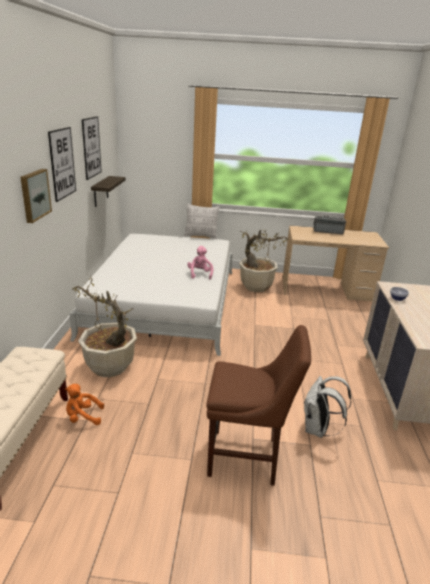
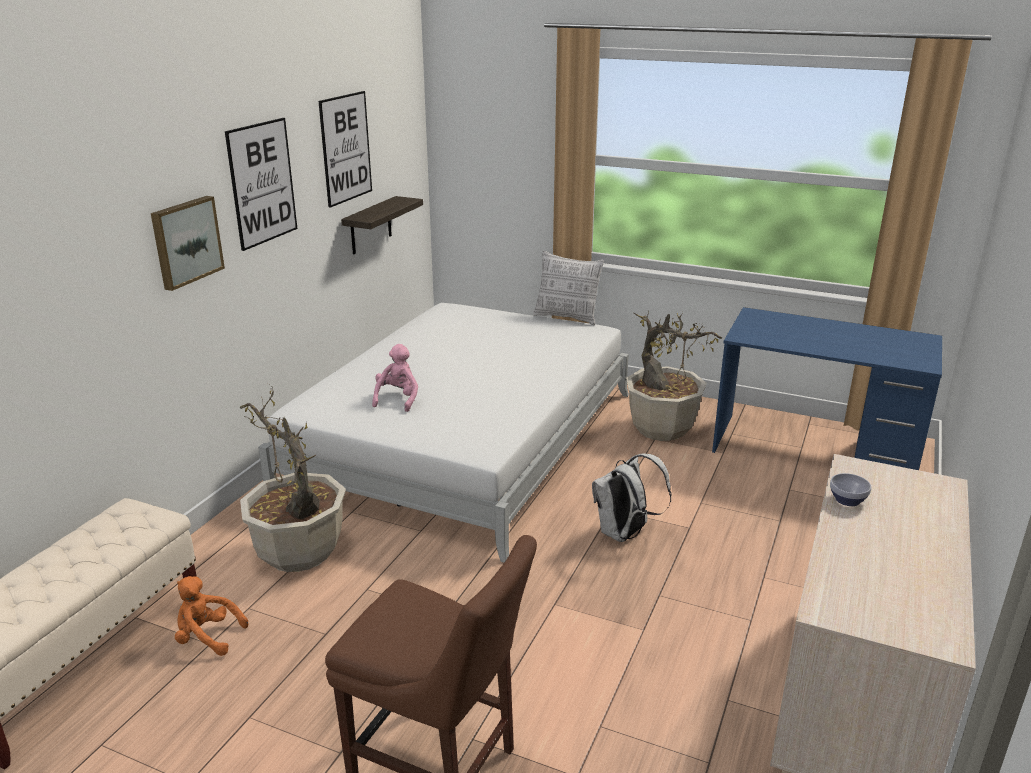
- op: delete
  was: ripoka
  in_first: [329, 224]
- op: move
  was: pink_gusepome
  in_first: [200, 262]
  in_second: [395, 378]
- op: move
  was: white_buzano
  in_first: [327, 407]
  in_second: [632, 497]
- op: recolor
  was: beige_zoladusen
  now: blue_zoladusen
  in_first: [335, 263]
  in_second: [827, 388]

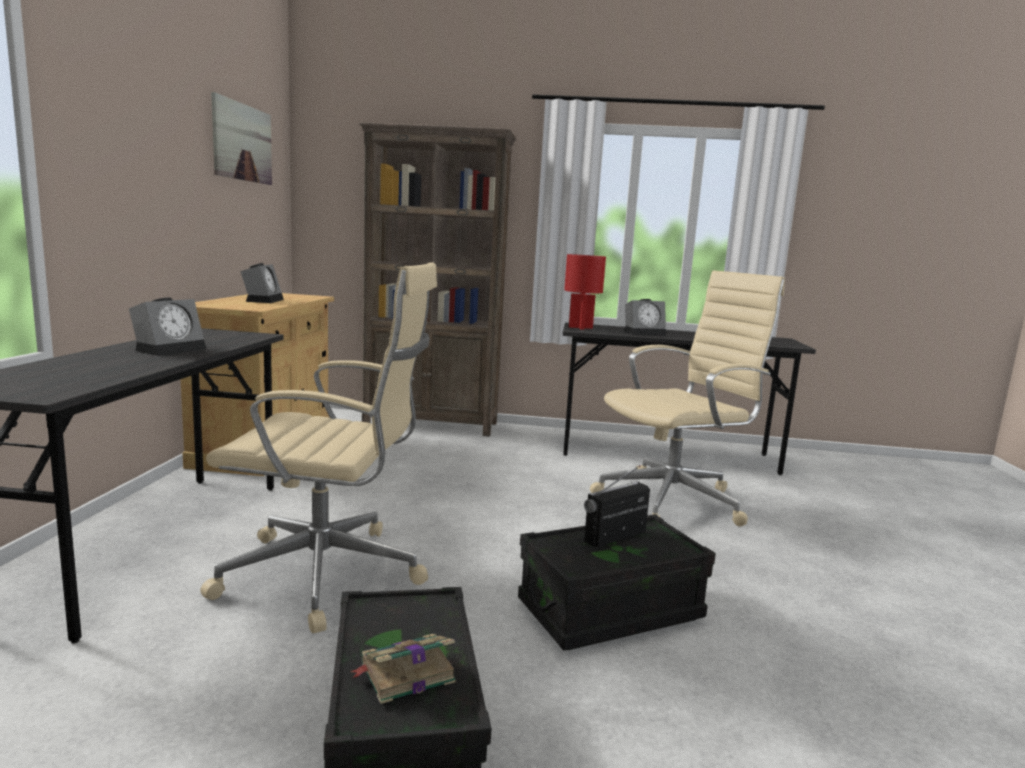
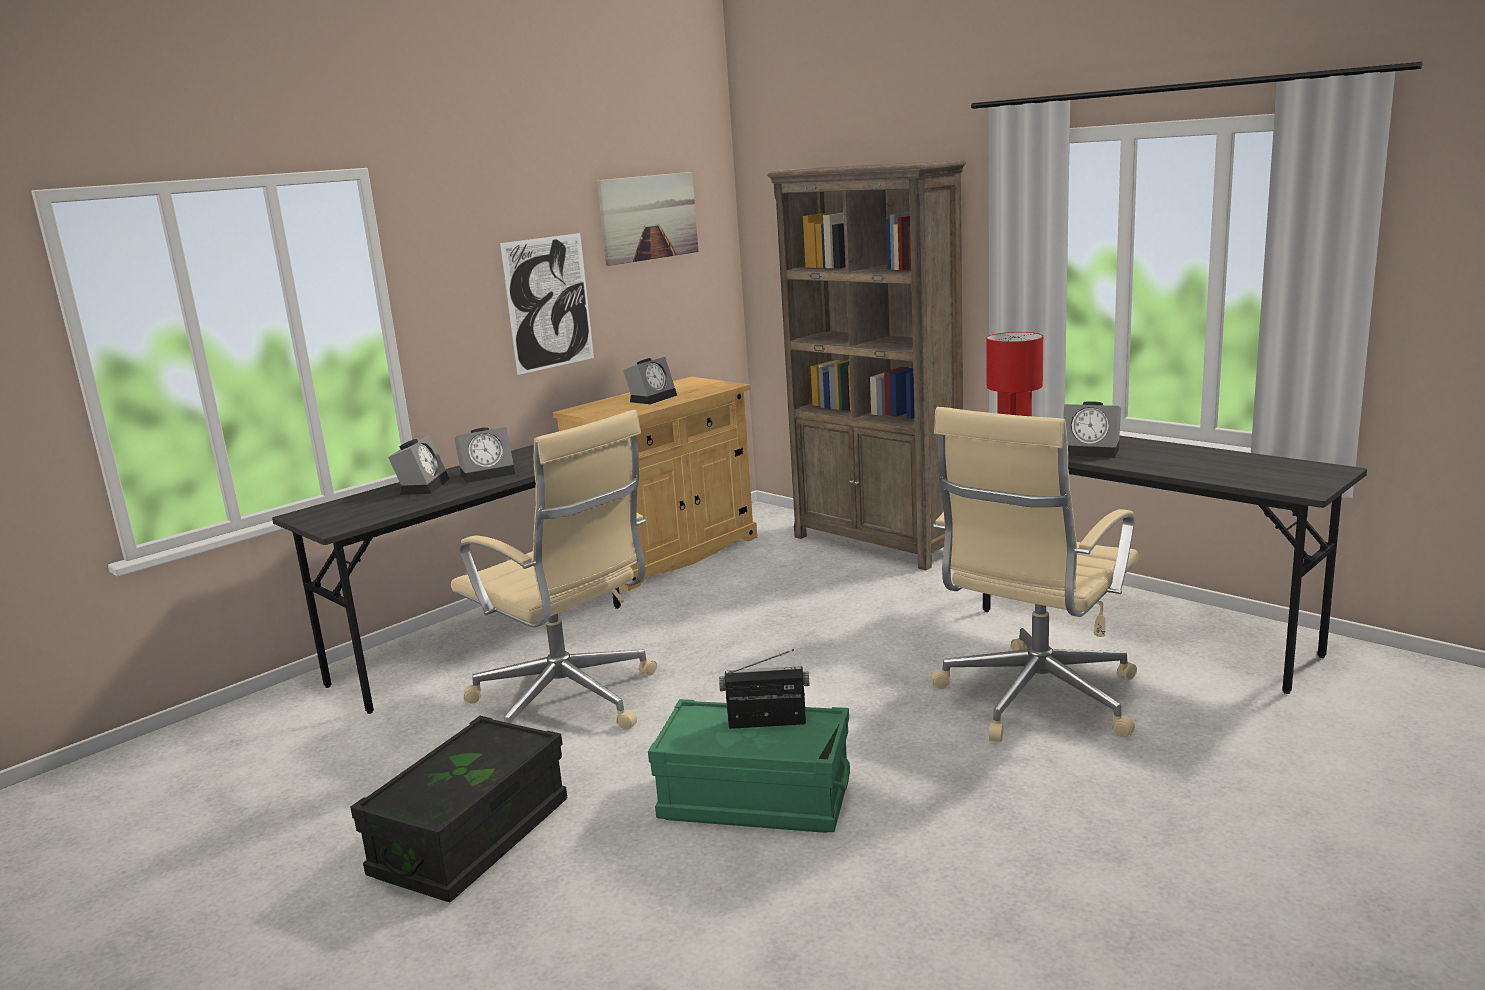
- op: delete
  was: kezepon
  in_first: [403, 669]
- op: insert
  now: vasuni
  in_second: [419, 465]
- op: insert
  now: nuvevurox
  in_second: [547, 304]
- op: recolor
  was: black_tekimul
  now: green_tekimul
  in_first: [617, 582]
  in_second: [749, 766]
- op: rotate
  was: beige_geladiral
  in_first: [687, 398]
  in_second: [1035, 574]
  clockwise: 120

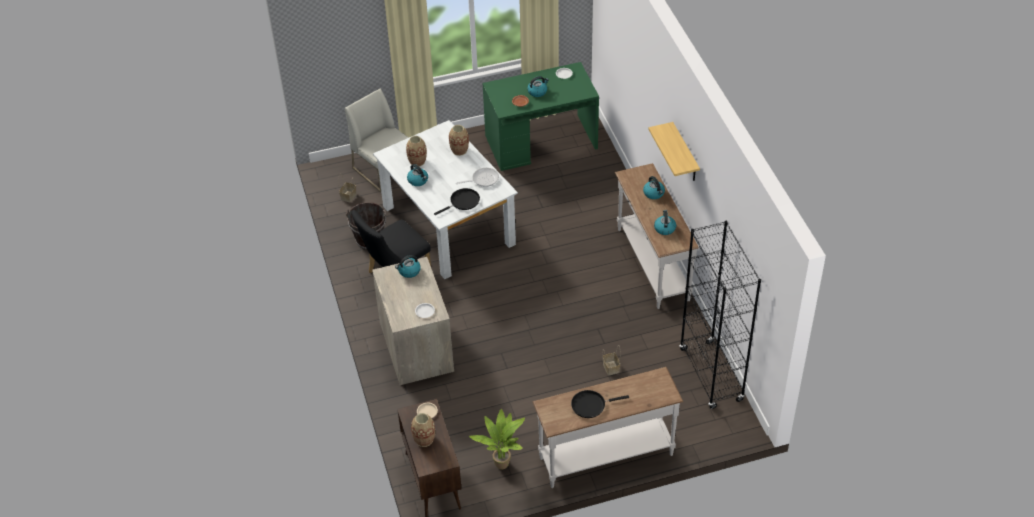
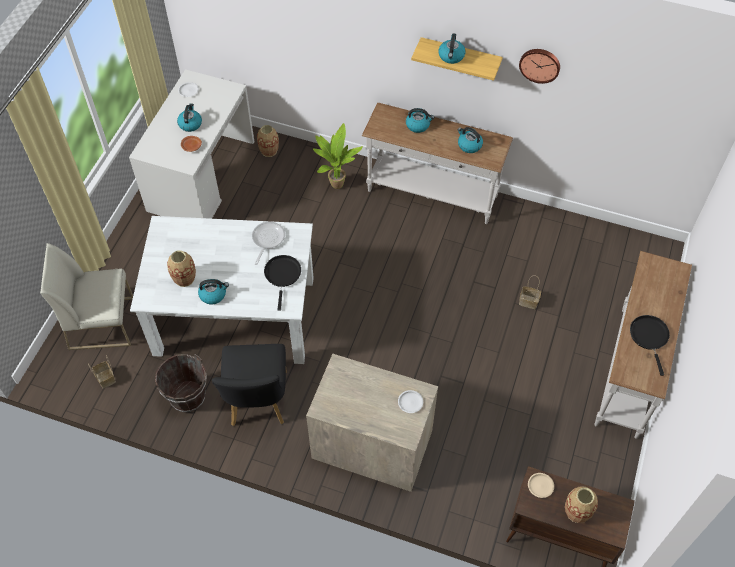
- op: delete
  was: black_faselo
  in_first: [720, 315]
- op: insert
  now: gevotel
  in_second: [539, 66]
- op: move
  was: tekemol
  in_first: [408, 266]
  in_second: [452, 48]
- op: move
  was: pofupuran
  in_first: [459, 140]
  in_second: [268, 141]
- op: move
  was: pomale
  in_first: [497, 439]
  in_second: [338, 156]
- op: recolor
  was: green_zoladusen
  now: white_zoladusen
  in_first: [541, 116]
  in_second: [191, 144]
- op: rotate
  was: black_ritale
  in_first: [600, 404]
  in_second: [650, 345]
  clockwise: 150

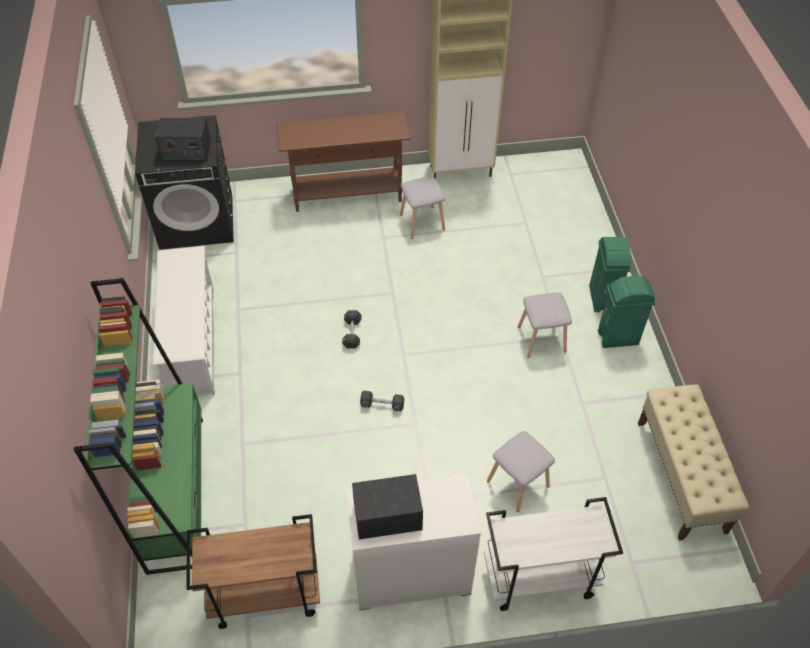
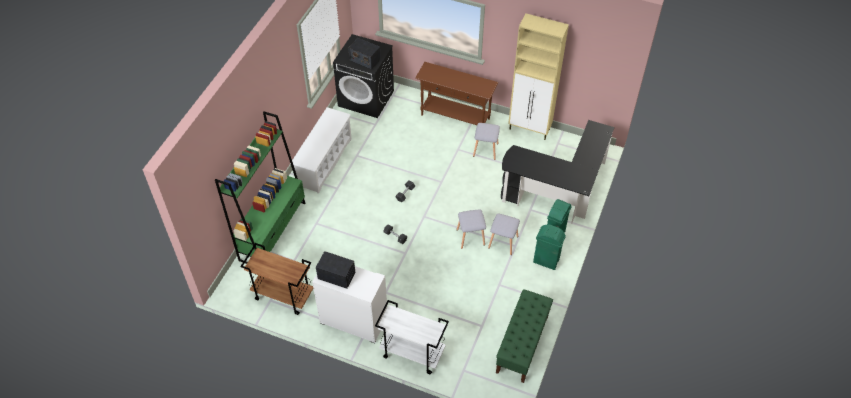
- op: insert
  now: black_zoladusen
  in_second: [558, 171]
- op: move
  was: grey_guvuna
  in_first: [521, 471]
  in_second: [471, 229]
- op: recolor
  was: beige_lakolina
  now: green_lakolina
  in_first: [693, 462]
  in_second: [524, 336]

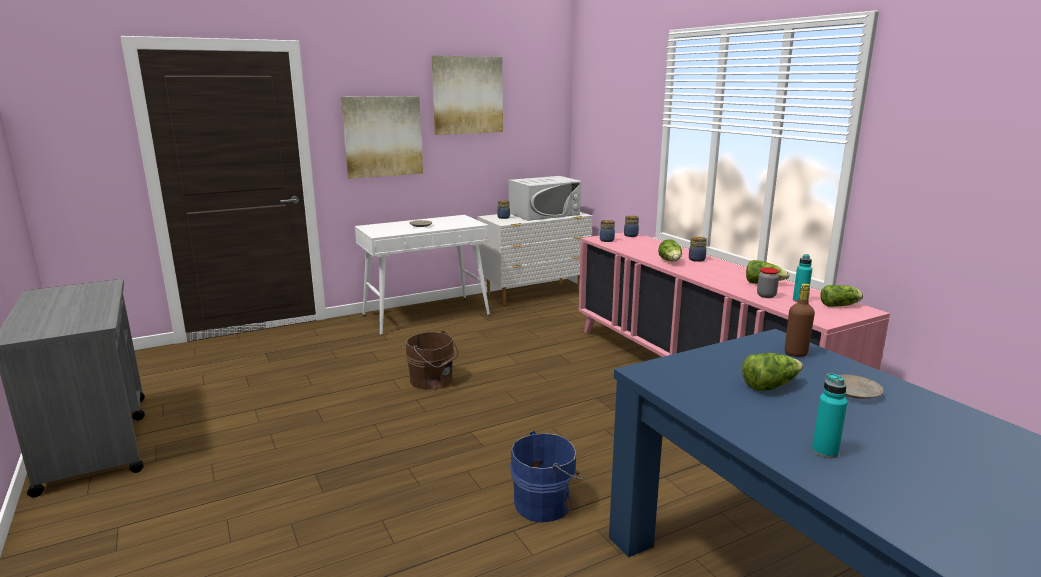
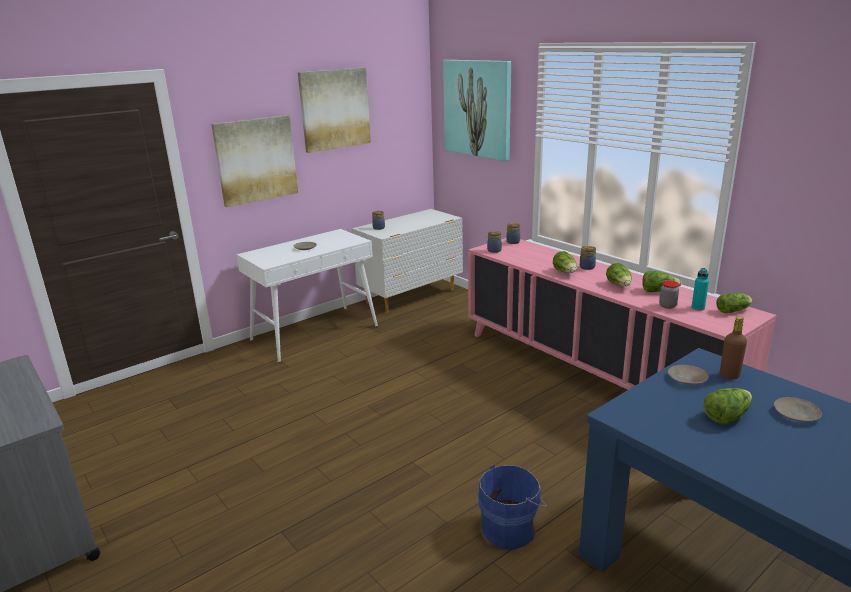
- op: delete
  was: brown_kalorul
  in_first: [432, 360]
- op: delete
  was: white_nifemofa
  in_first: [544, 198]
- op: delete
  was: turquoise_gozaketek
  in_first: [829, 415]
- op: insert
  now: nuvevurox
  in_second: [477, 110]
- op: insert
  now: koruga
  in_second: [619, 274]
- op: insert
  now: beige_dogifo
  in_second: [688, 375]

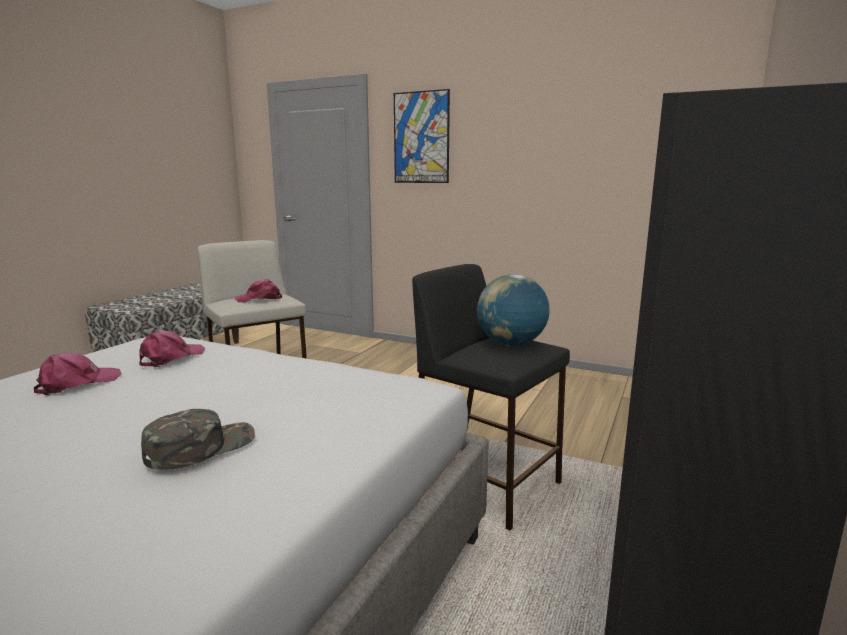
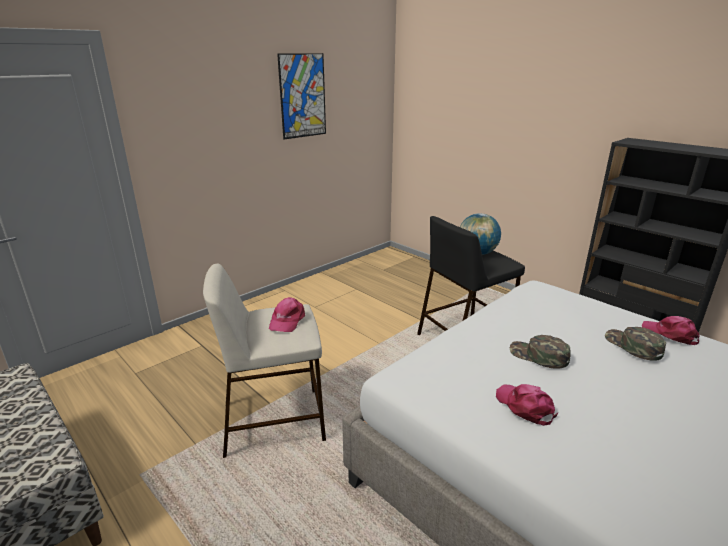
- op: insert
  now: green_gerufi
  in_second: [540, 352]
- op: move
  was: pink_gerufi
  in_first: [172, 349]
  in_second: [671, 330]
- op: move
  was: nuvevurox
  in_first: [422, 136]
  in_second: [301, 96]

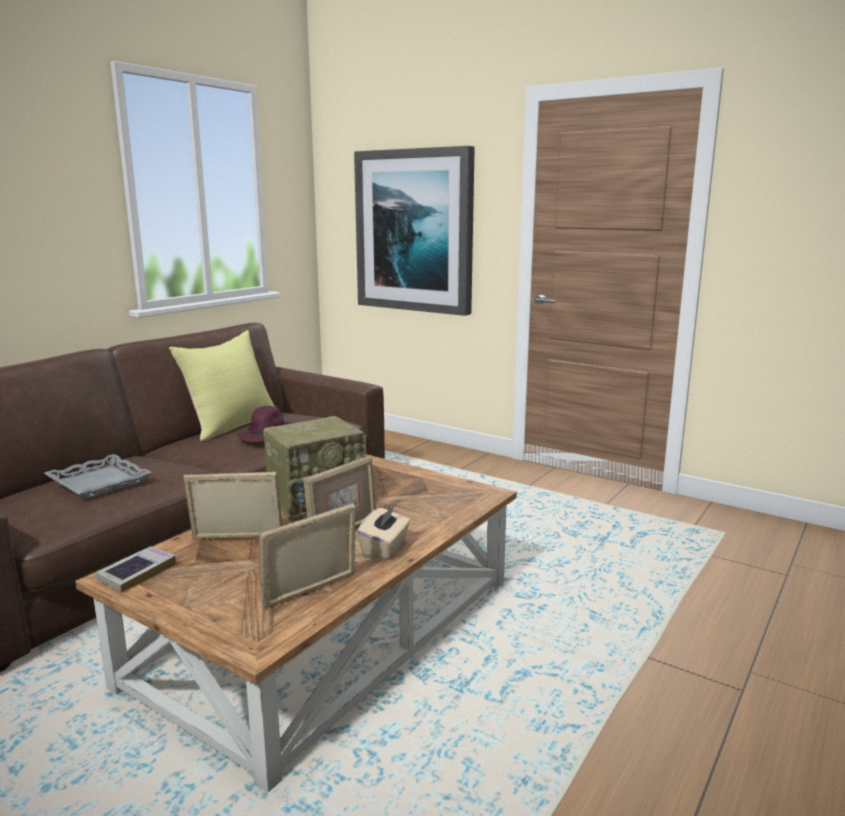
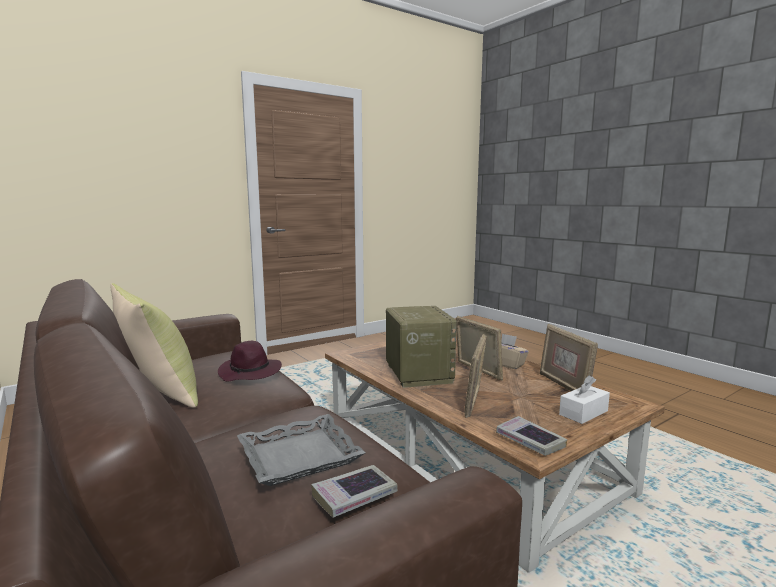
- op: delete
  was: nuvevurox
  in_first: [414, 231]
- op: insert
  now: kezepon
  in_second: [354, 491]
- op: insert
  now: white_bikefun
  in_second: [584, 399]

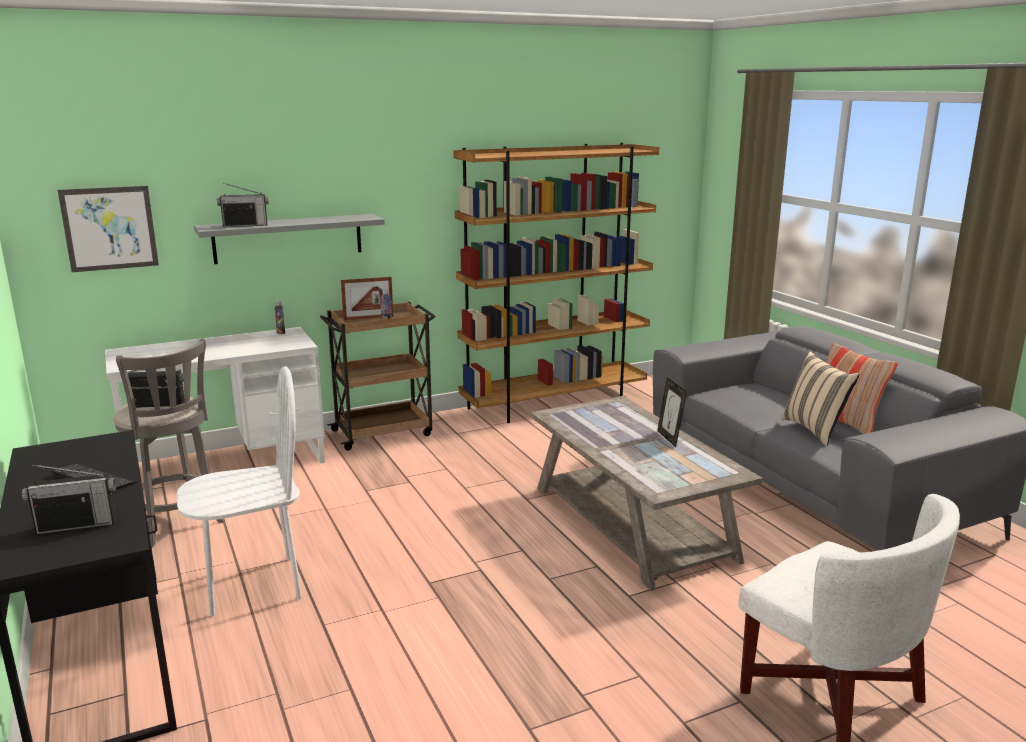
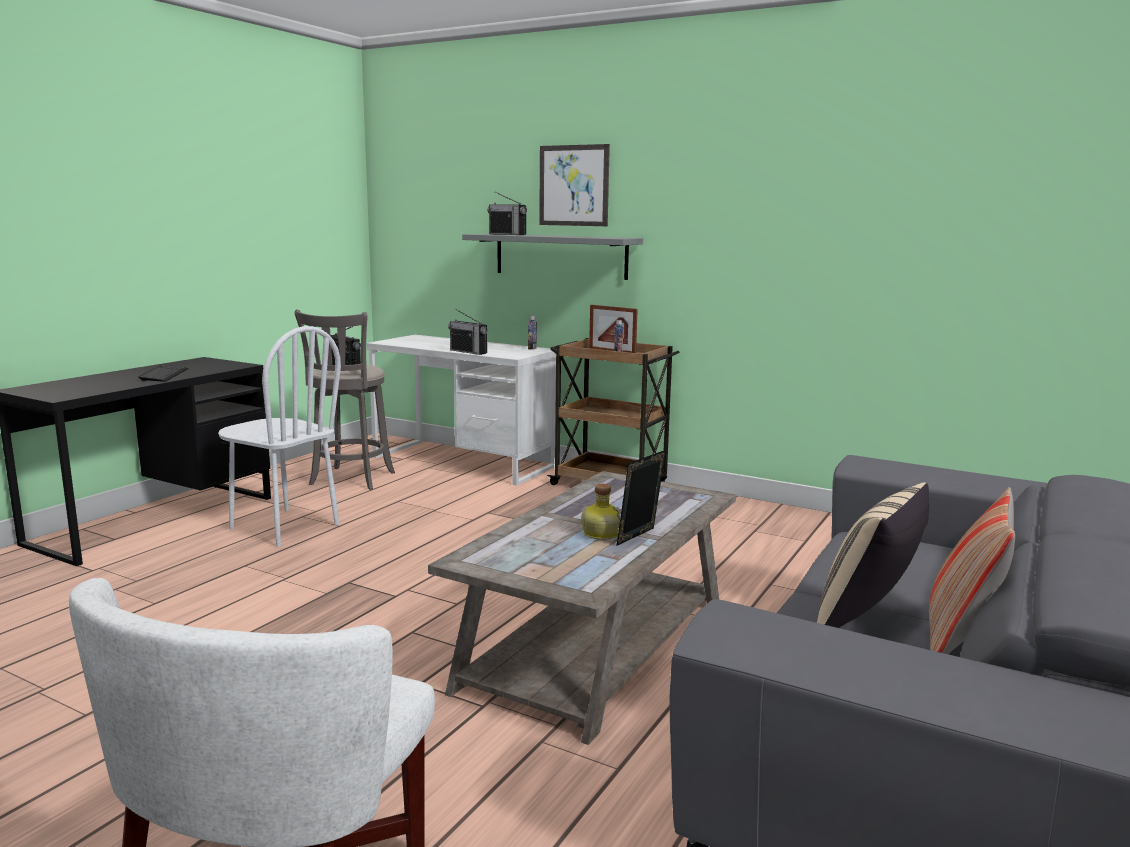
- op: delete
  was: brown_faselo
  in_first: [556, 283]
- op: insert
  now: gozaketek
  in_second: [601, 512]
- op: move
  was: ripoka
  in_first: [69, 500]
  in_second: [468, 332]
- op: move
  was: nuvevurox
  in_first: [108, 229]
  in_second: [574, 185]

